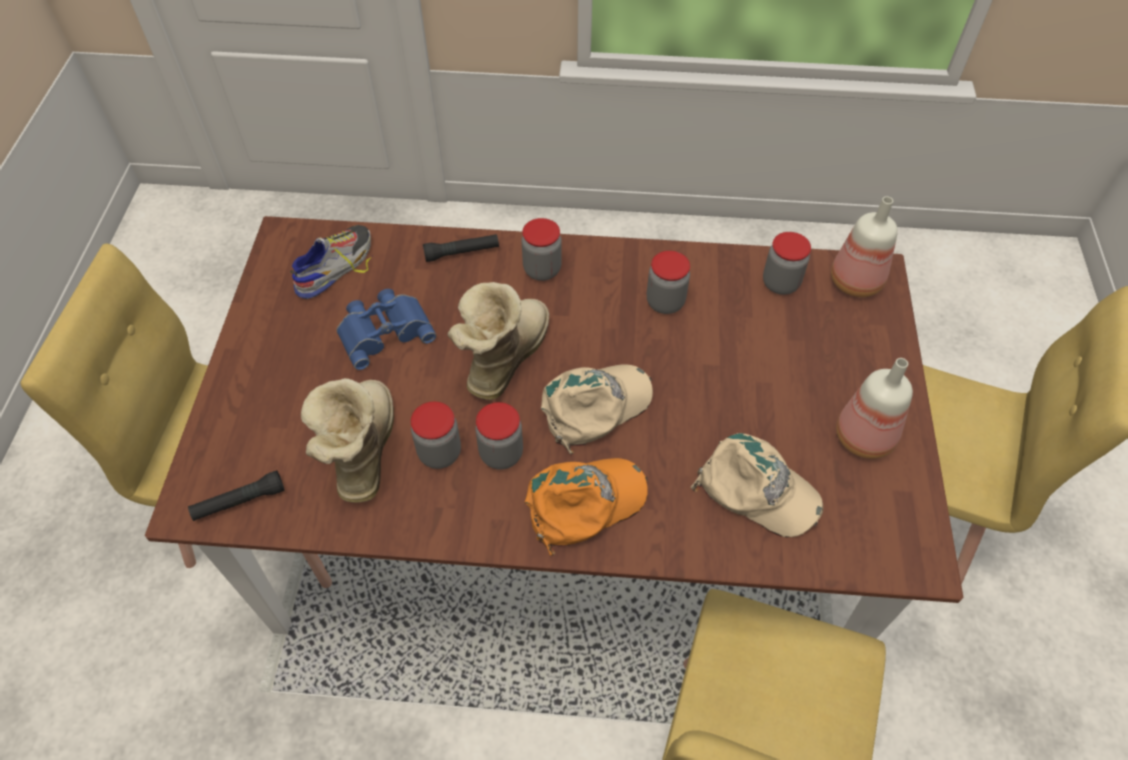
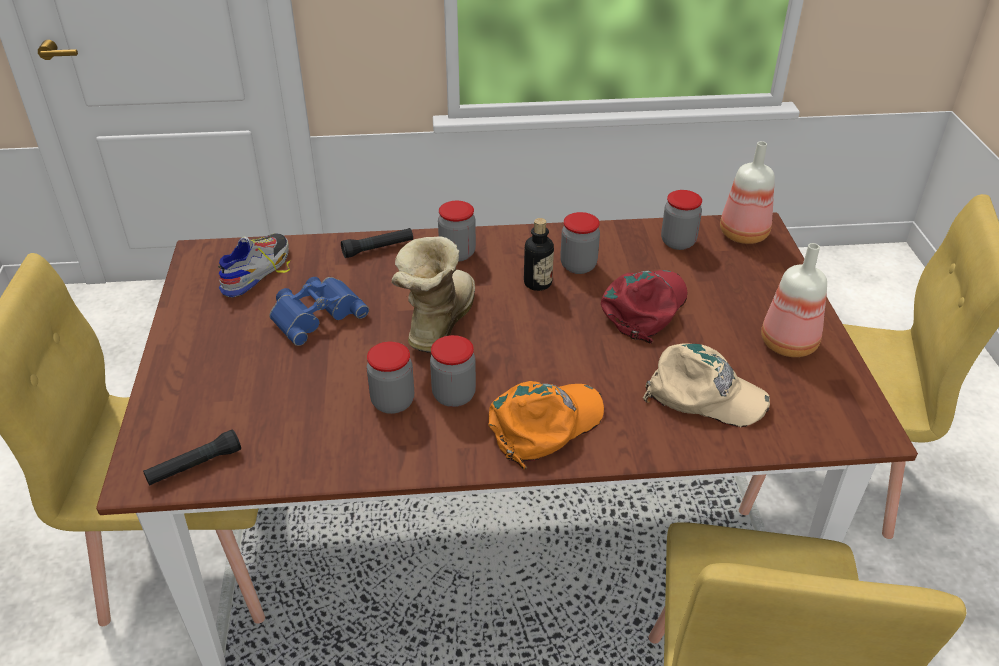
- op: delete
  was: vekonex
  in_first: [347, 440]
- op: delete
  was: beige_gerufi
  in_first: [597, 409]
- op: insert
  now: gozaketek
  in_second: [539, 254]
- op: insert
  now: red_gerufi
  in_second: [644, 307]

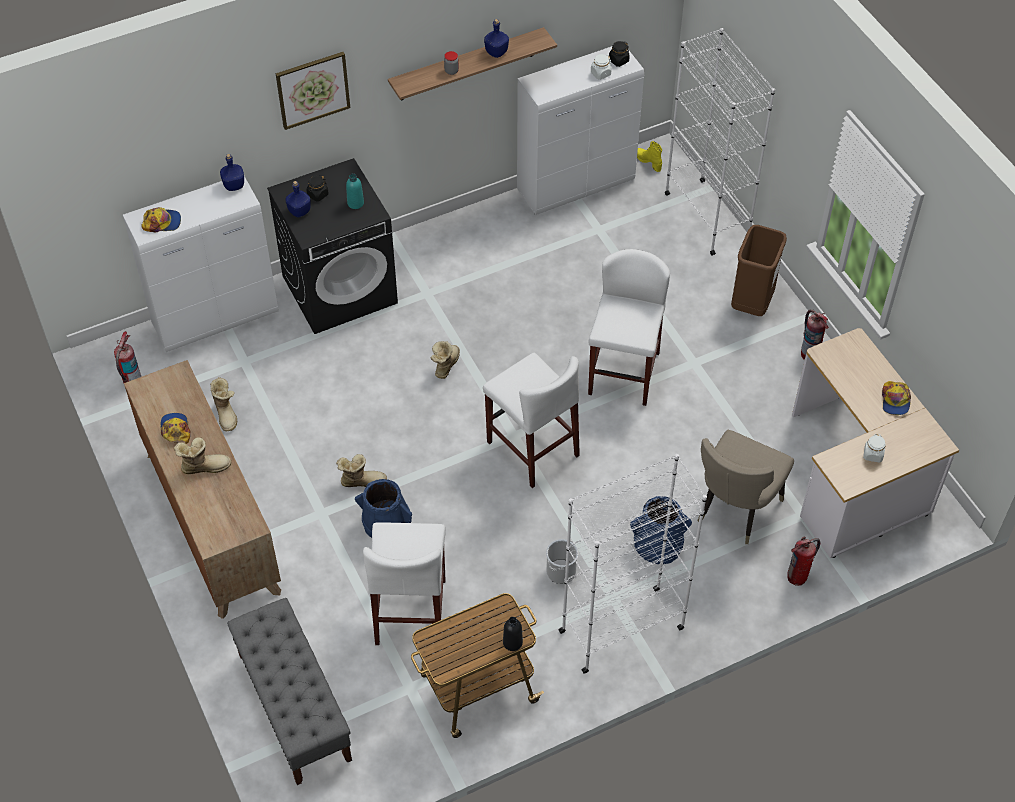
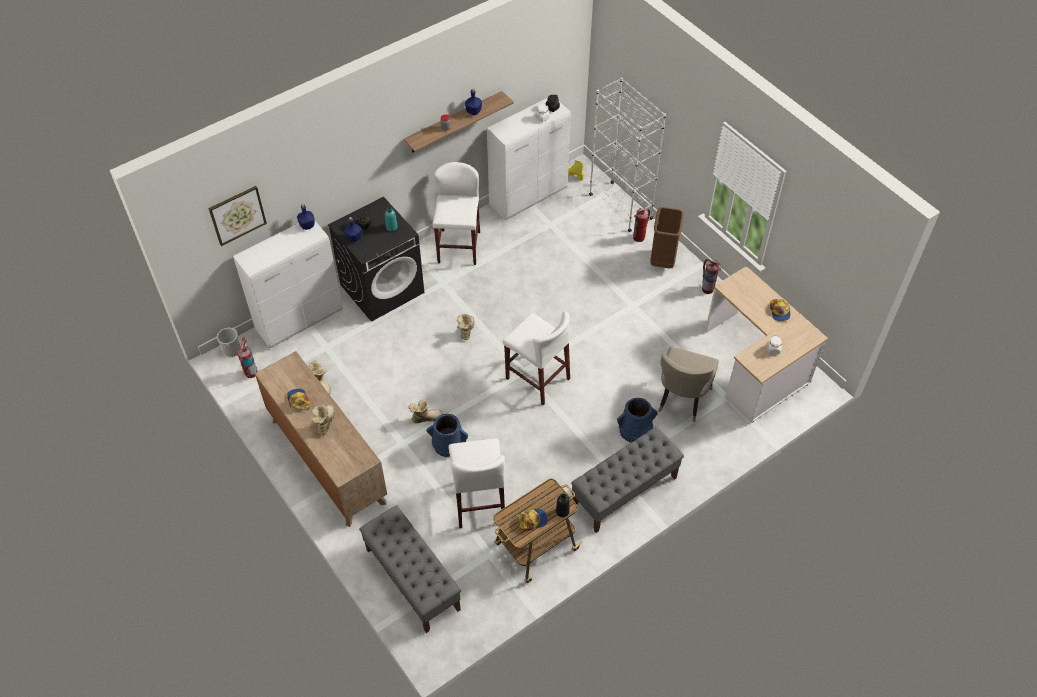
- op: move
  was: gerufi
  in_first: [161, 220]
  in_second: [533, 520]
- op: move
  was: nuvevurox
  in_first: [313, 91]
  in_second: [238, 216]
- op: move
  was: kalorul
  in_first: [562, 561]
  in_second: [229, 342]
- op: move
  was: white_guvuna
  in_first: [629, 327]
  in_second: [456, 213]
- op: move
  was: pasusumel
  in_first: [803, 561]
  in_second: [641, 225]
- op: replace
  was: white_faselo
  now: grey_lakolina
  in_first: [632, 564]
  in_second: [627, 480]
- op: rotate
  was: vekonex
  in_first: [202, 455]
  in_second: [323, 420]
  clockwise: -60

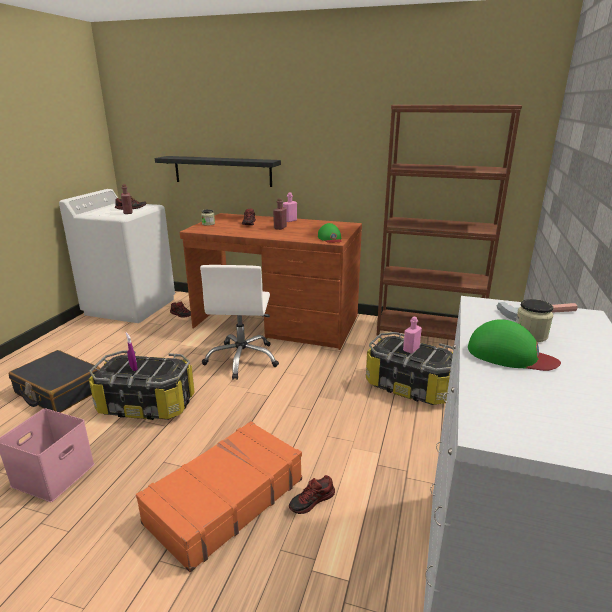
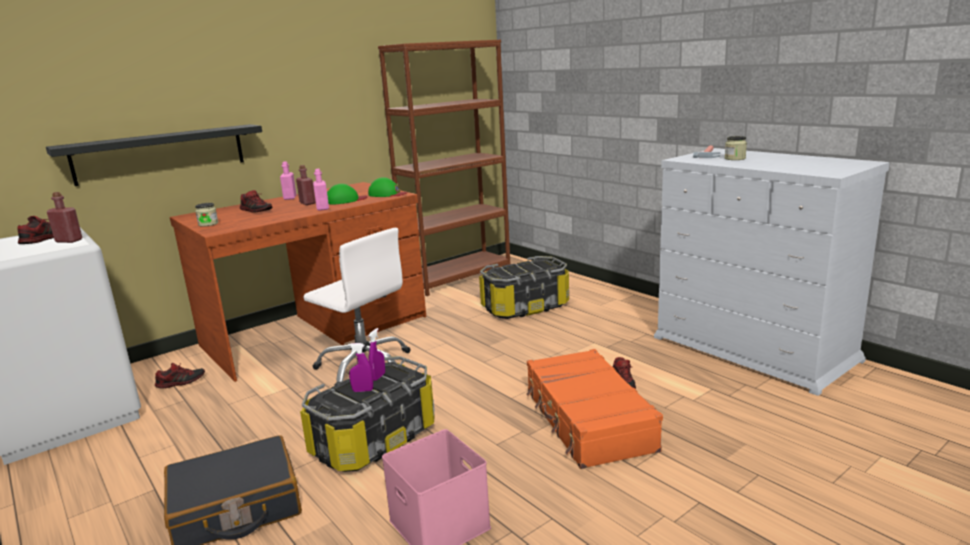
- op: insert
  now: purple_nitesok
  in_second: [376, 354]
- op: move
  was: pink_gozaketek
  in_first: [412, 335]
  in_second: [321, 190]
- op: move
  was: green_gerufi
  in_first: [514, 345]
  in_second: [347, 194]

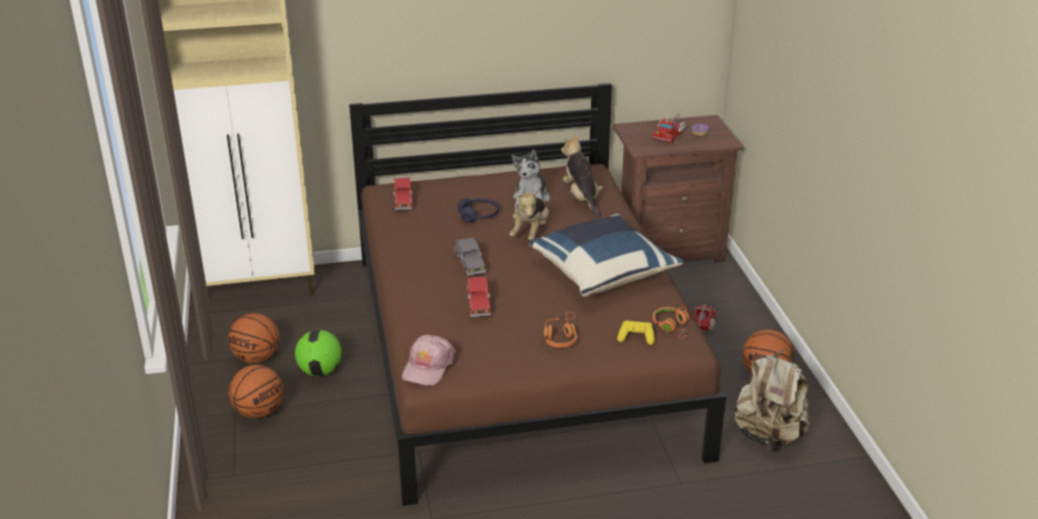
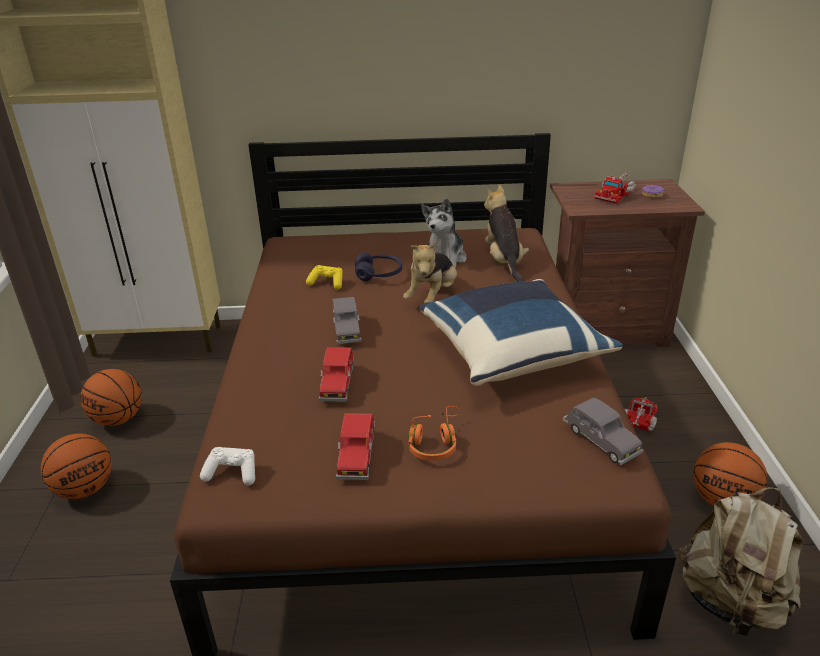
- op: delete
  was: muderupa
  in_first: [318, 353]
- op: move
  was: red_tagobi
  in_first: [403, 194]
  in_second: [355, 446]
- op: move
  was: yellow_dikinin
  in_first: [636, 333]
  in_second: [324, 277]
- op: replace
  was: pink_gerufi
  now: white_dikinin
  in_first: [429, 360]
  in_second: [227, 466]
- op: replace
  was: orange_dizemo
  now: grey_tagobi
  in_first: [671, 323]
  in_second: [602, 431]

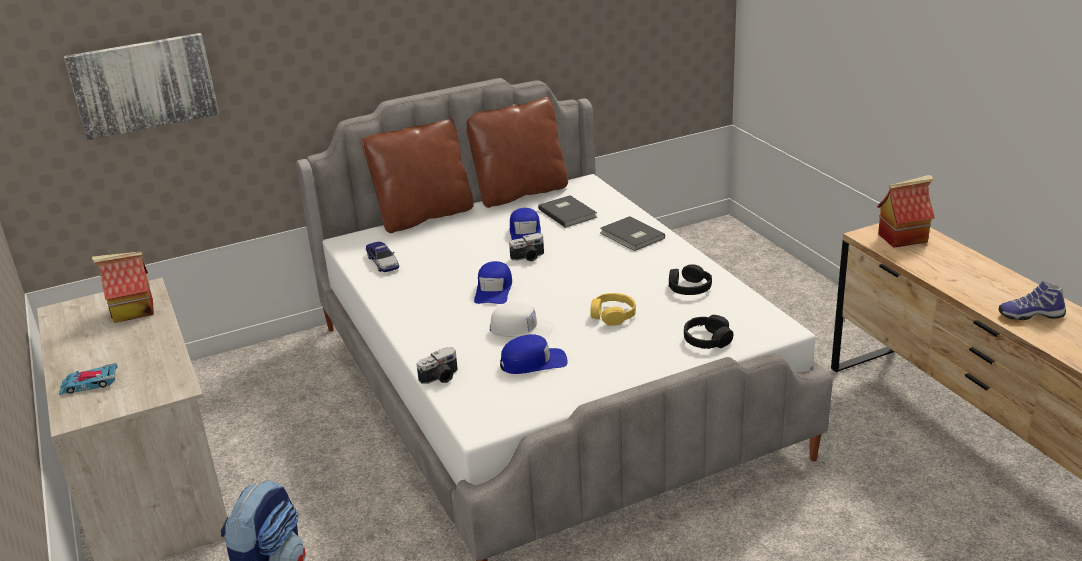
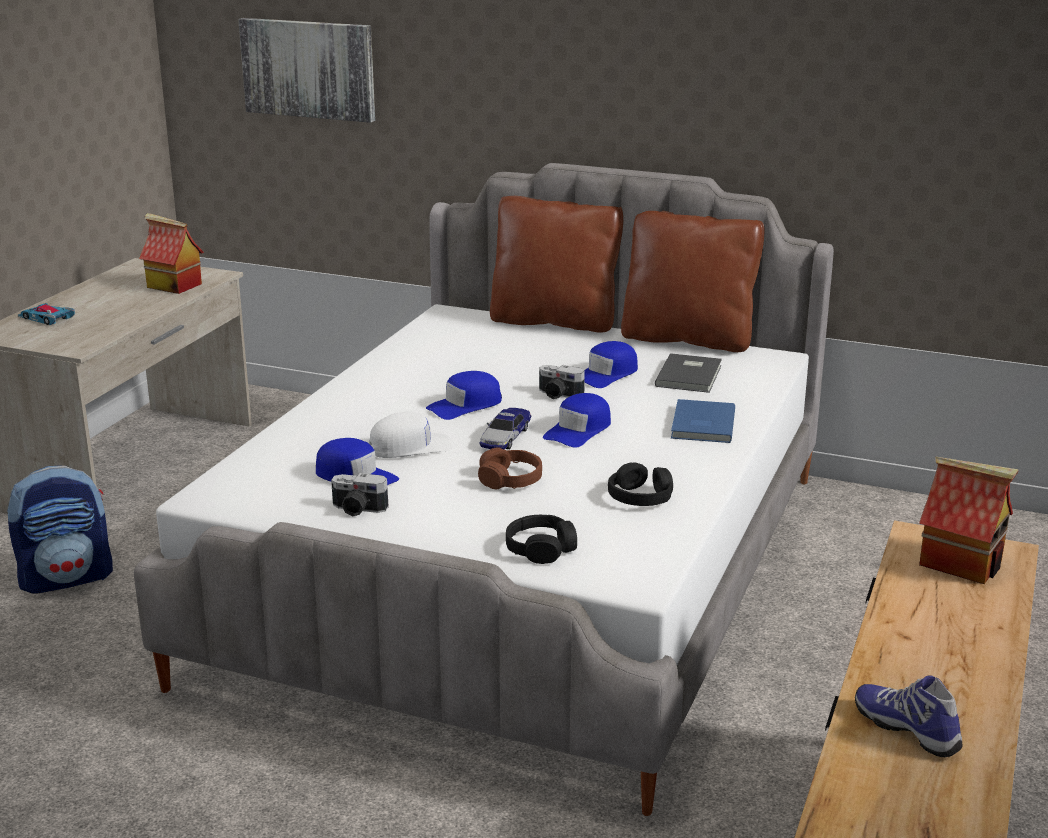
- op: insert
  now: blue_gerufi
  in_second: [577, 420]
- op: move
  was: tagobi
  in_first: [382, 257]
  in_second: [505, 428]
- op: move
  was: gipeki
  in_first: [437, 365]
  in_second: [360, 494]
- op: recolor
  was: yellow_dizemo
  now: brown_dizemo
  in_first: [613, 309]
  in_second: [510, 468]
- op: recolor
  was: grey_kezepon
  now: blue_kezepon
  in_first: [632, 233]
  in_second: [703, 421]
- op: rotate
  was: white_gerufi
  in_first: [522, 320]
  in_second: [411, 435]
  clockwise: -75

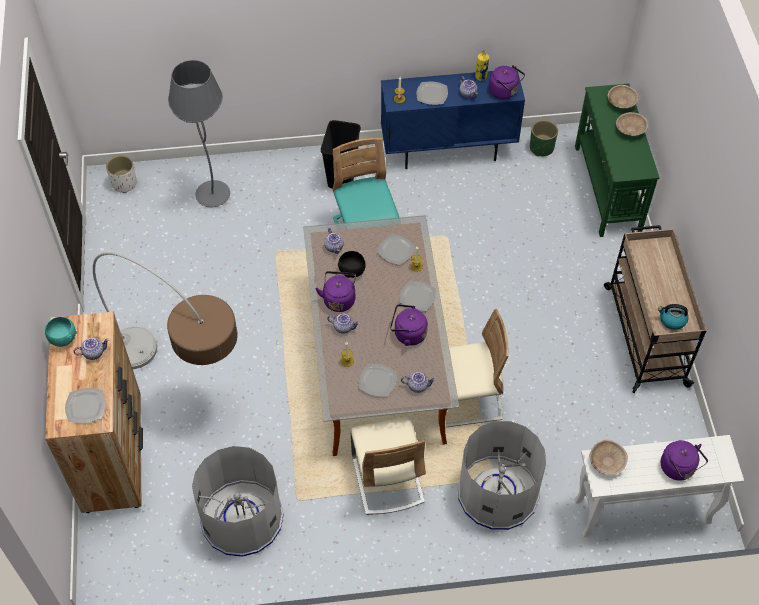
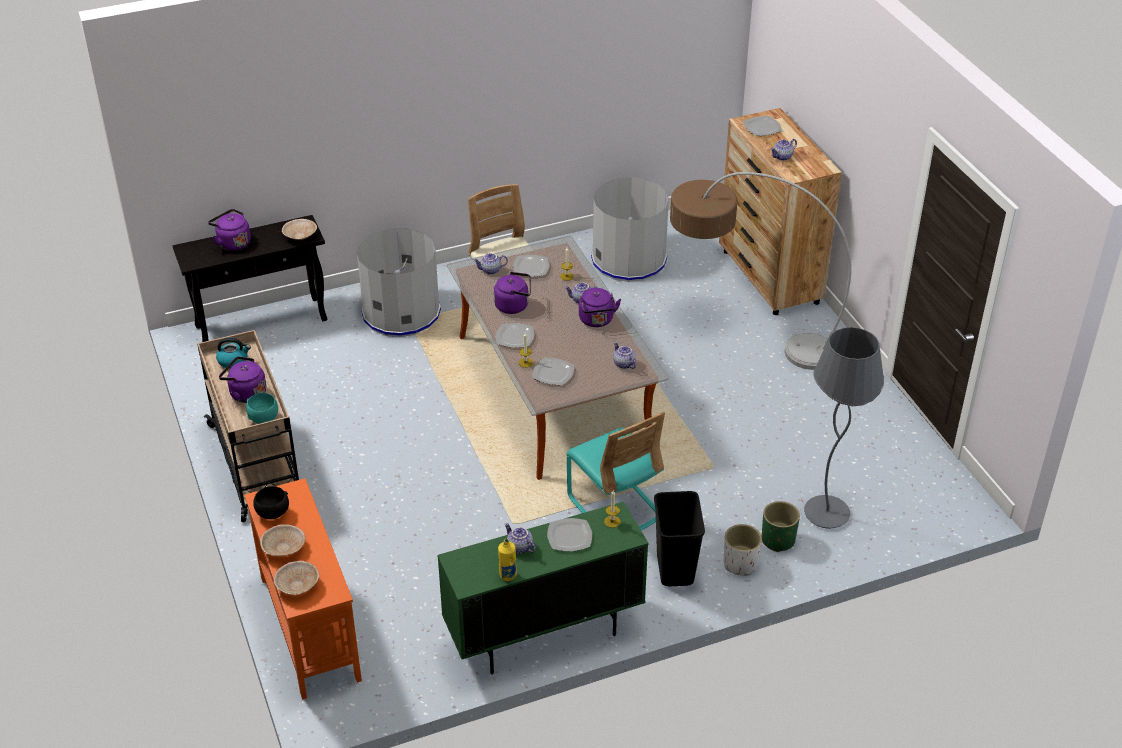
- op: delete
  was: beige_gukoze
  in_first: [477, 368]
- op: move
  was: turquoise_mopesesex
  in_first: [61, 332]
  in_second: [262, 408]
- op: move
  was: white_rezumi
  in_first: [121, 174]
  in_second: [743, 549]
- op: move
  was: black_mopesesex
  in_first: [352, 264]
  in_second: [271, 502]
- op: move
  was: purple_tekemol
  in_first: [507, 82]
  in_second: [242, 380]
- op: move
  was: green_rezumi
  in_first: [544, 138]
  in_second: [781, 526]
- op: recolor
  was: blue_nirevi
  now: green_nirevi
  in_first: [453, 119]
  in_second: [543, 587]
- op: recolor
  was: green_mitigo
  now: orange_mitigo
  in_first: [617, 160]
  in_second: [303, 588]
- op: recolor
  was: white_mitigo
  now: black_mitigo
  in_first: [659, 486]
  in_second: [249, 278]

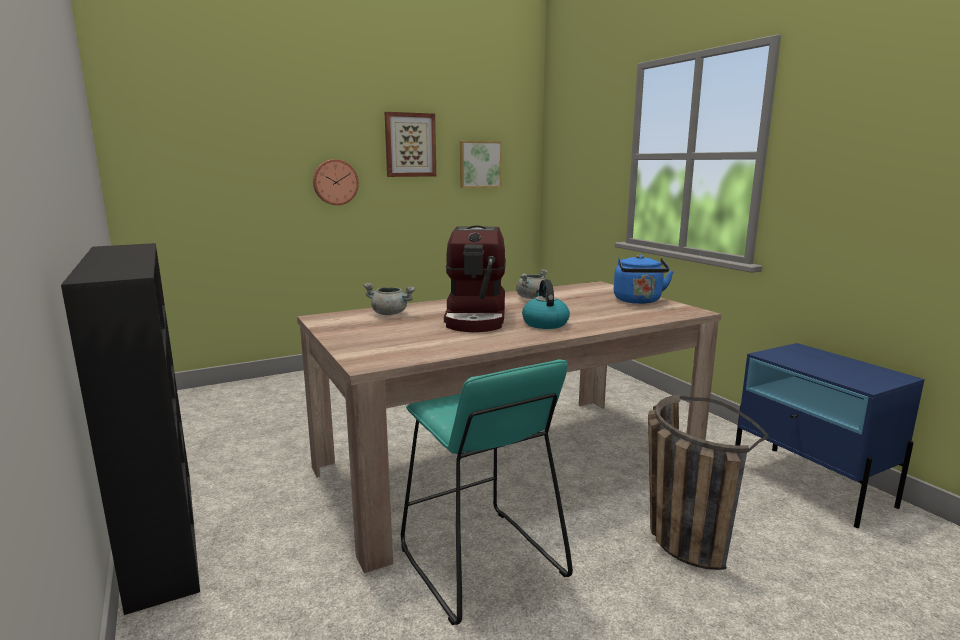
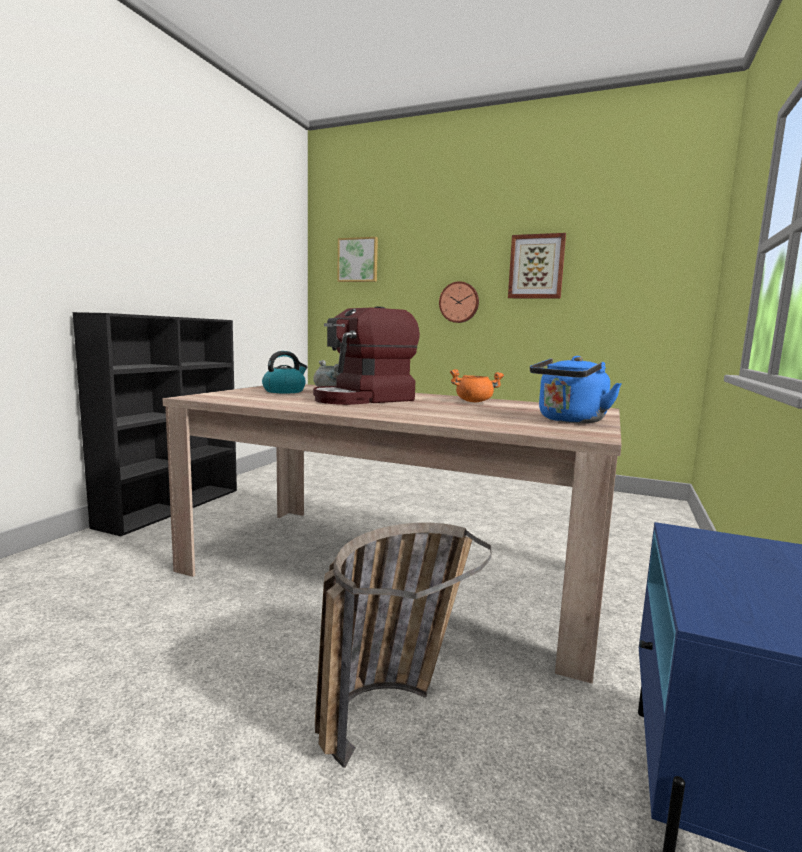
- op: delete
  was: turquoise_guvuna
  in_first: [487, 492]
- op: move
  was: nuvevurox
  in_first: [481, 164]
  in_second: [357, 259]
- op: move
  was: tekemol
  in_first: [546, 304]
  in_second: [284, 372]
- op: recolor
  was: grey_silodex
  now: orange_silodex
  in_first: [532, 284]
  in_second: [477, 385]

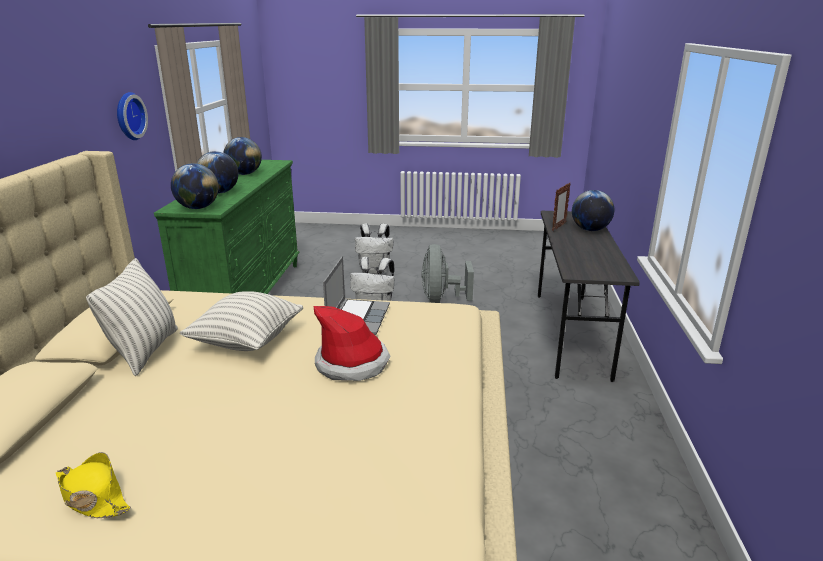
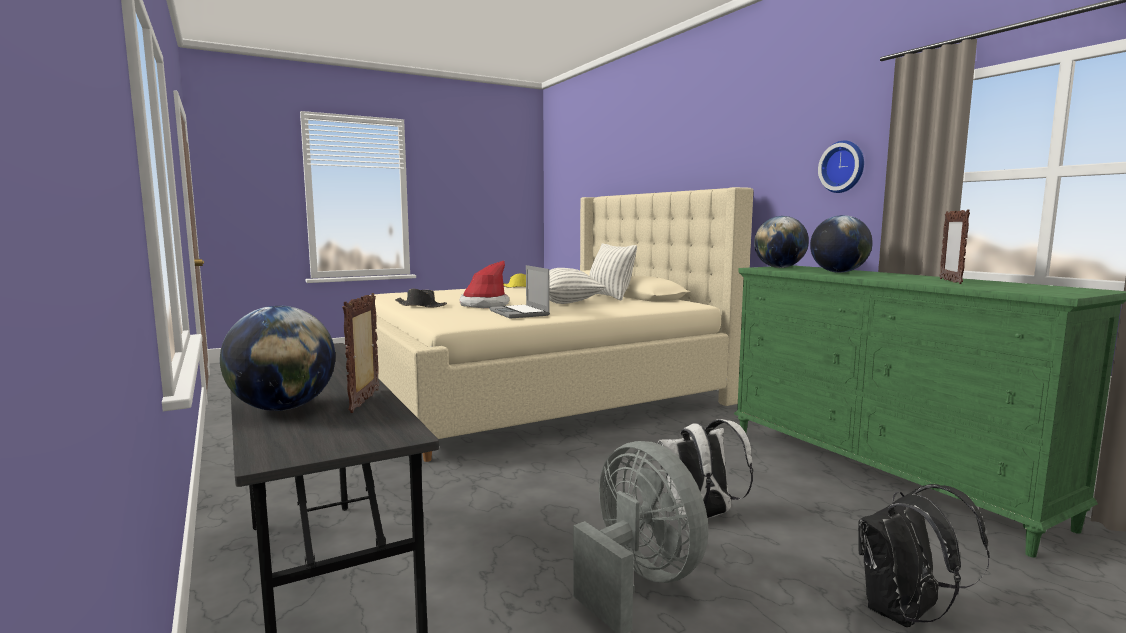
- op: insert
  now: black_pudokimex
  in_second: [421, 297]
- op: replace
  was: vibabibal
  now: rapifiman
  in_first: [242, 156]
  in_second: [954, 246]
- op: recolor
  was: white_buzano
  now: black_buzano
  in_first: [374, 248]
  in_second: [924, 555]

